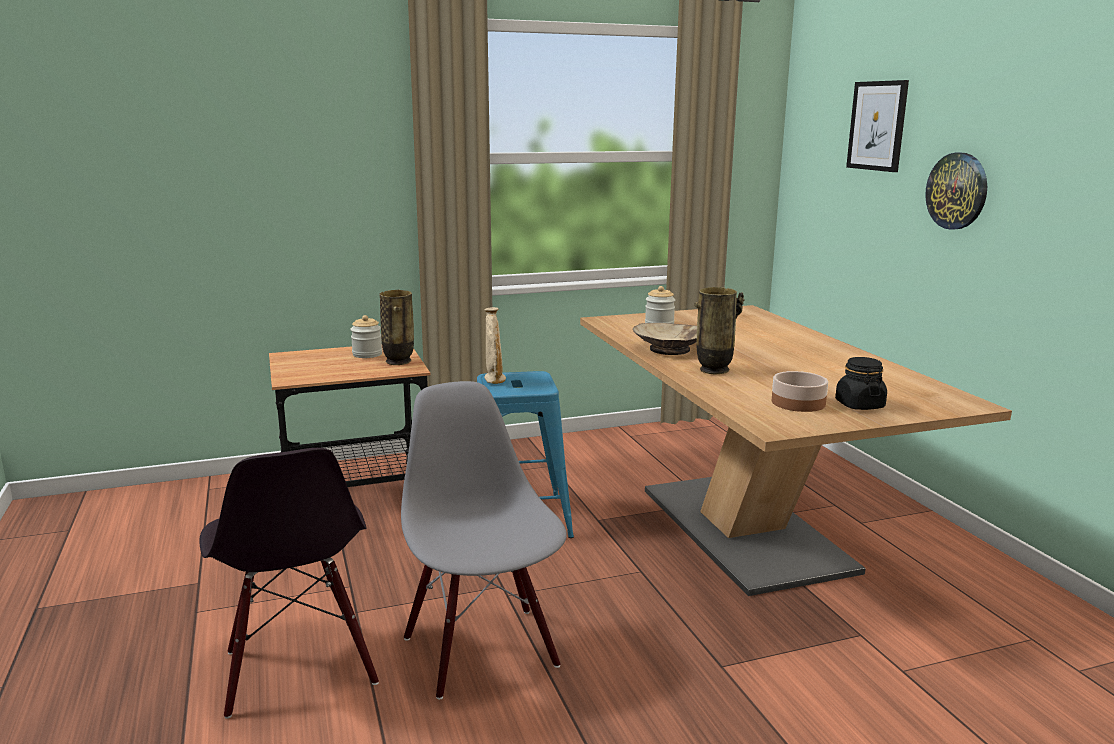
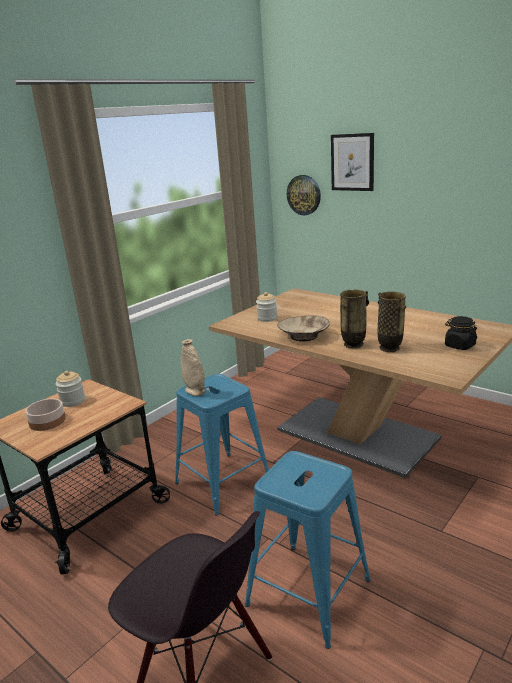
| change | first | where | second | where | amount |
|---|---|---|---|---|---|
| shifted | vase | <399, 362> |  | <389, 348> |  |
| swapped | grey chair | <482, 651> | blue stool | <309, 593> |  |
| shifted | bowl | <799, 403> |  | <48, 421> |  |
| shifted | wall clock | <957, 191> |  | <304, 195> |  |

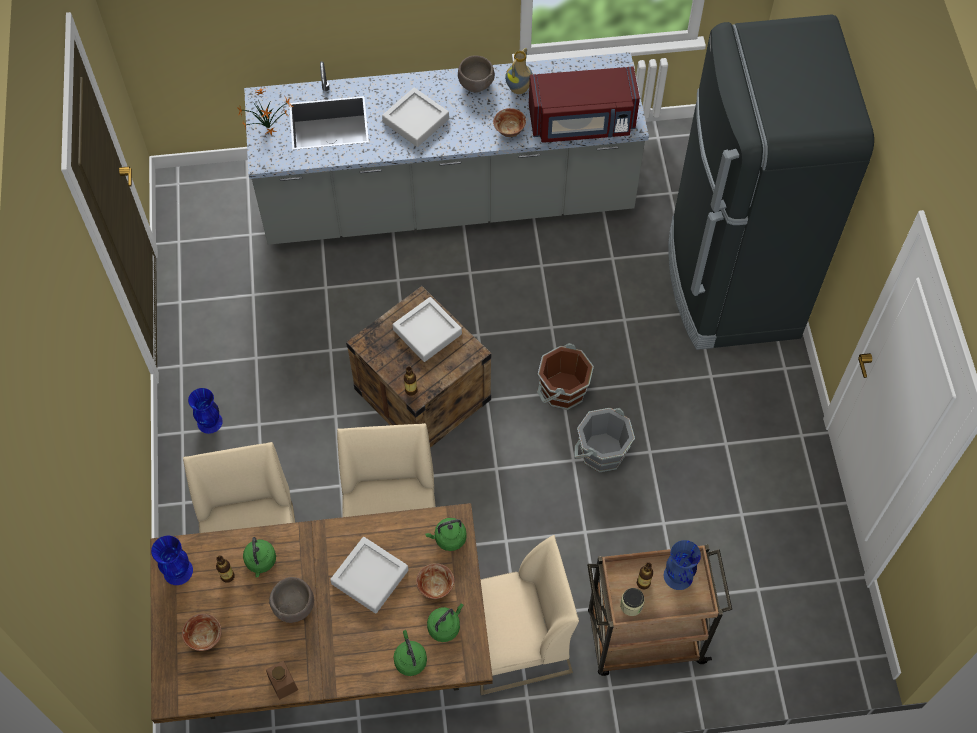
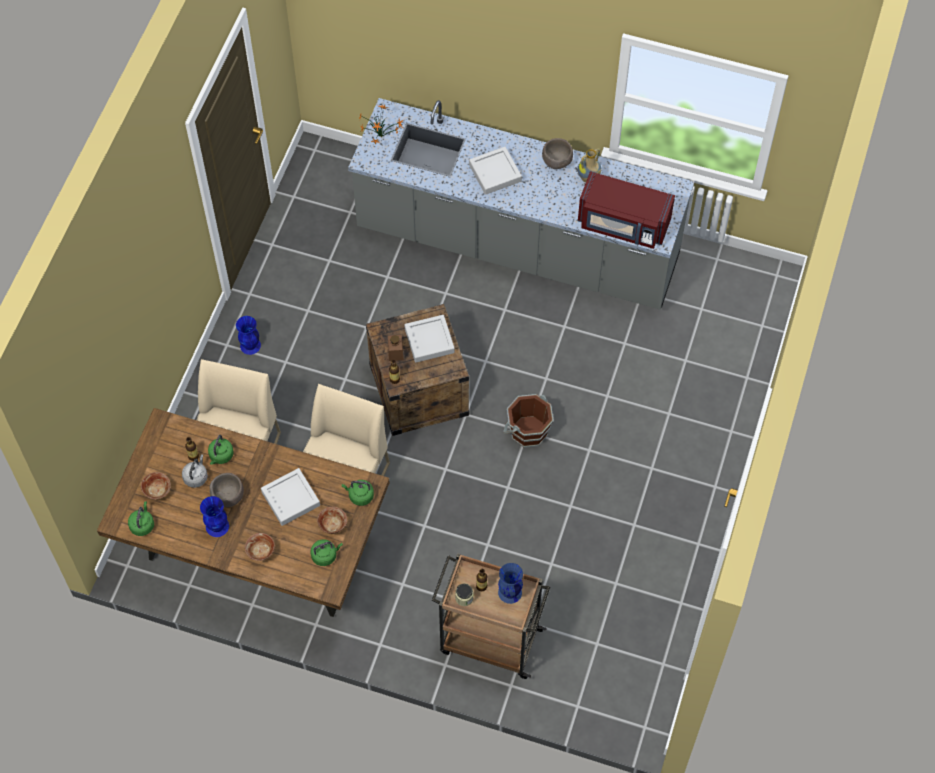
| change | first | where | second | where | amount |
|---|---|---|---|---|---|
| shifted | blue vase | <178, 571> |  | <217, 526> |  |
| shifted | brown jar | <283, 683> |  | <395, 352> |  |
| shifted | green kettle | <410, 659> |  | <142, 524> |  |
| gone | beige chair | <515, 643> |  |  |  |
| shifted | bowl | <509, 131> |  | <261, 552> |  |
| gone | grey bucket | <601, 451> |  |  |  |
| gone | black fridge | <731, 285> |  |  |  |
| new |  |  | grey kettle | <196, 477> |  |

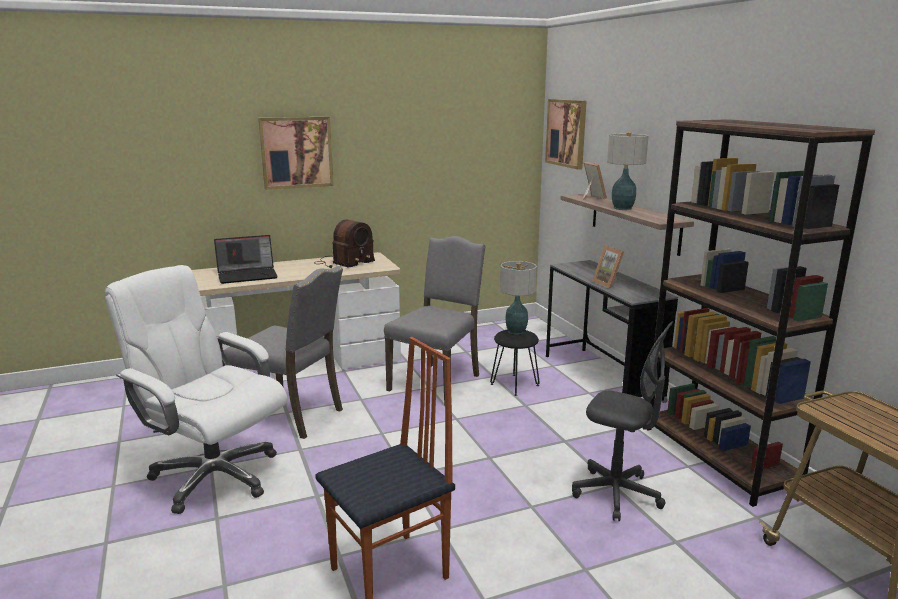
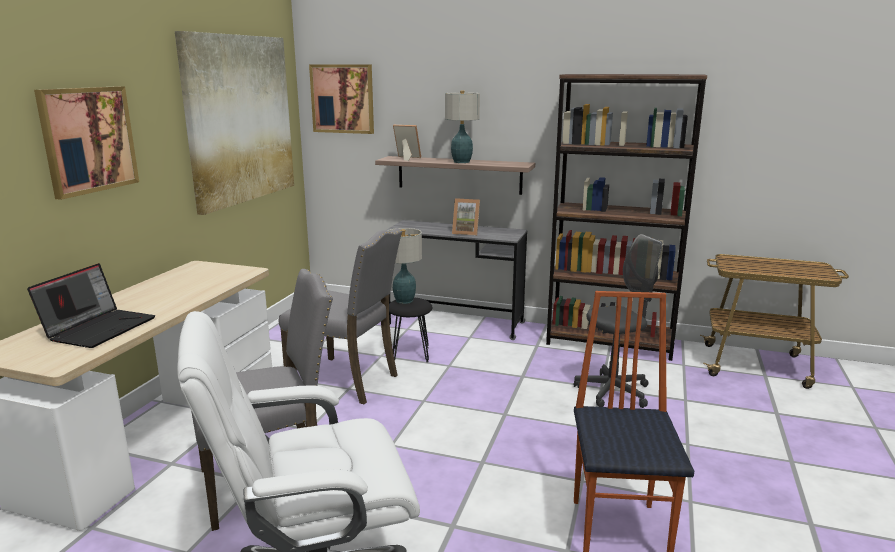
| change | first | where | second | where | amount |
|---|---|---|---|---|---|
| gone | radio | <343, 263> |  |  |  |
| rotated | grey chair | <437, 382> |  | <346, 381> | 135 degrees clockwise |
| new |  |  | picture | <240, 119> |  |

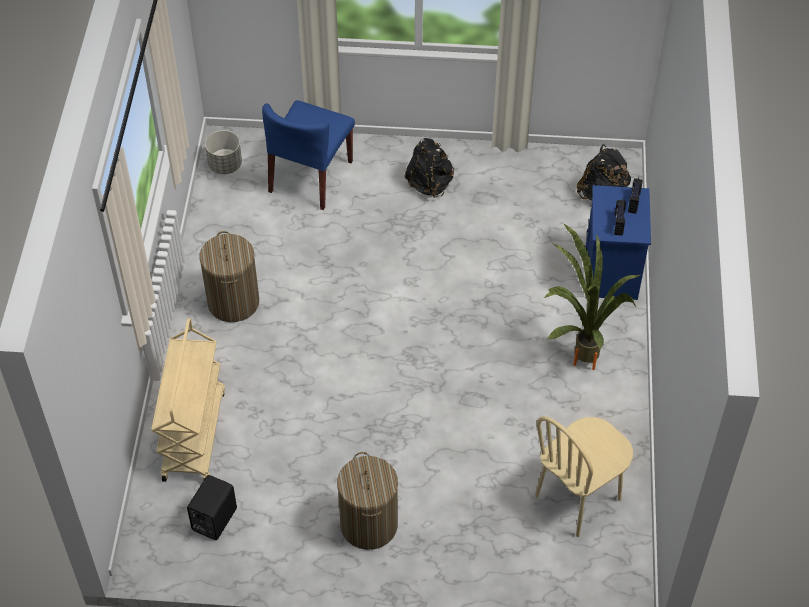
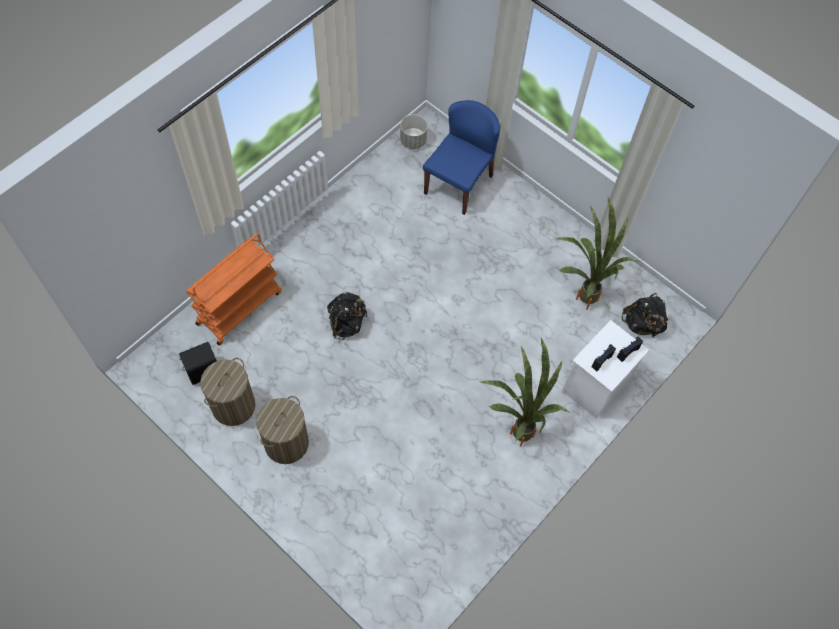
| change | first | where | second | where | amount |
|---|---|---|---|---|---|
| repainted | beige cart | <193, 434> | orange cart | <239, 307> |  |
| shifted | laundry basket | <233, 302> |  | <233, 405> |  |
| rotated | blue chair | <310, 177> |  | <458, 184> | 150 degrees clockwise |
| shifted | black backpack | <430, 183> |  | <347, 323> |  |
| gone | beige chair | <578, 498> |  |  |  |
| repainted | blue nightstand | <612, 274> | white nightstand | <595, 388> |  |
| new |  |  | potted plant | <583, 294> |  |

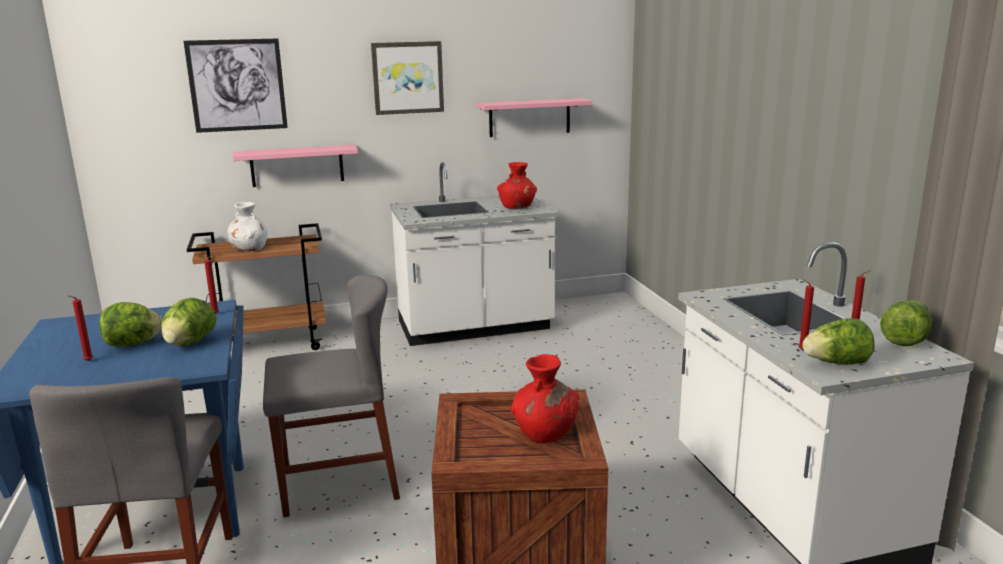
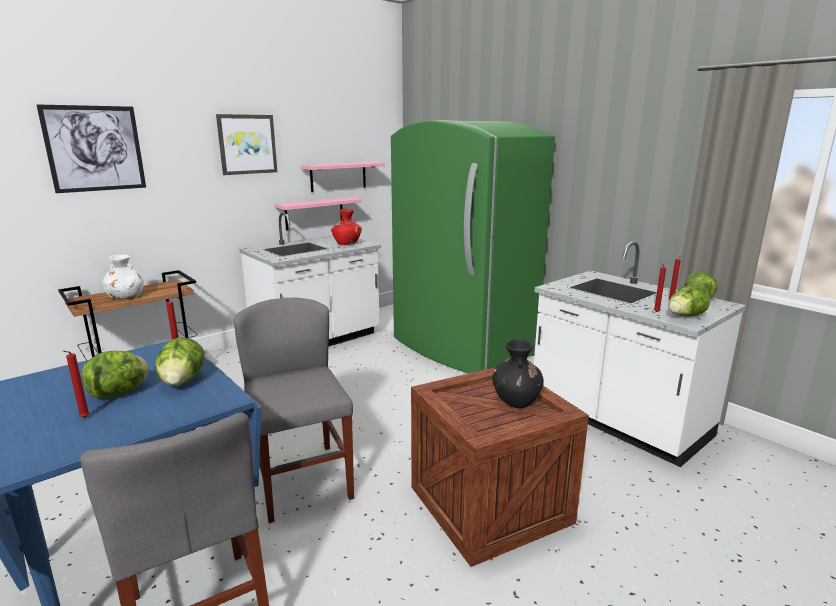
| change | first | where | second | where | amount |
|---|---|---|---|---|---|
| shifted | pink shelf | <297, 165> |  | <314, 213> |  |
| rotated | grey chair | <338, 482> |  | <301, 481> | 75 degrees counterclockwise |
| repainted | red vase | <545, 433> | black vase | <516, 400> |  |
| new |  |  | green fridge | <462, 348> |  |

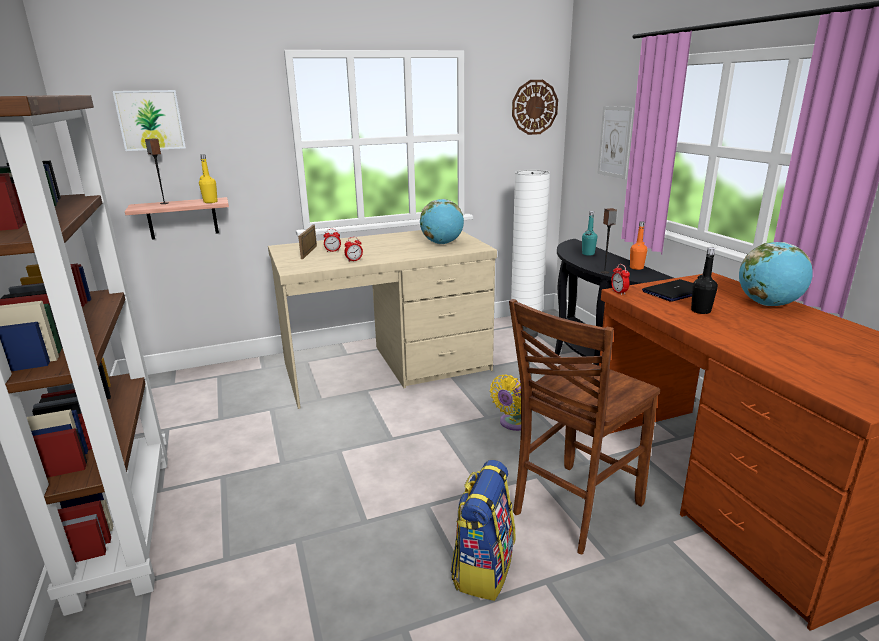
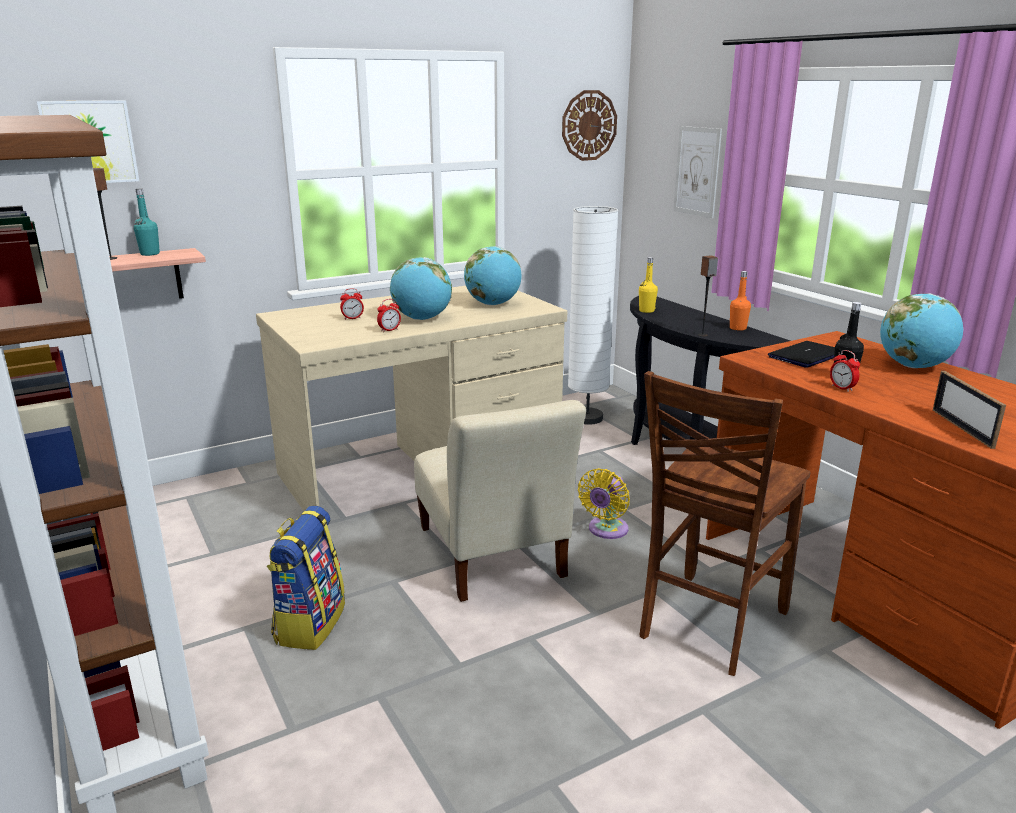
| change | first | where | second | where | amount |
|---|---|---|---|---|---|
| shifted | yellow bottle | <210, 202> |  | <646, 311> |  |
| shifted | picture frame | <309, 252> |  | <962, 428> |  |
| shifted | backpack | <483, 568> |  | <309, 623> |  |
| shifted | turquoise bottle | <588, 254> |  | <150, 254> |  |
| shifted | alarm clock | <619, 292> |  | <842, 388> |  |
| new |  |  | globe | <422, 319> |  |
| new |  |  | beige chair | <492, 556> |  |

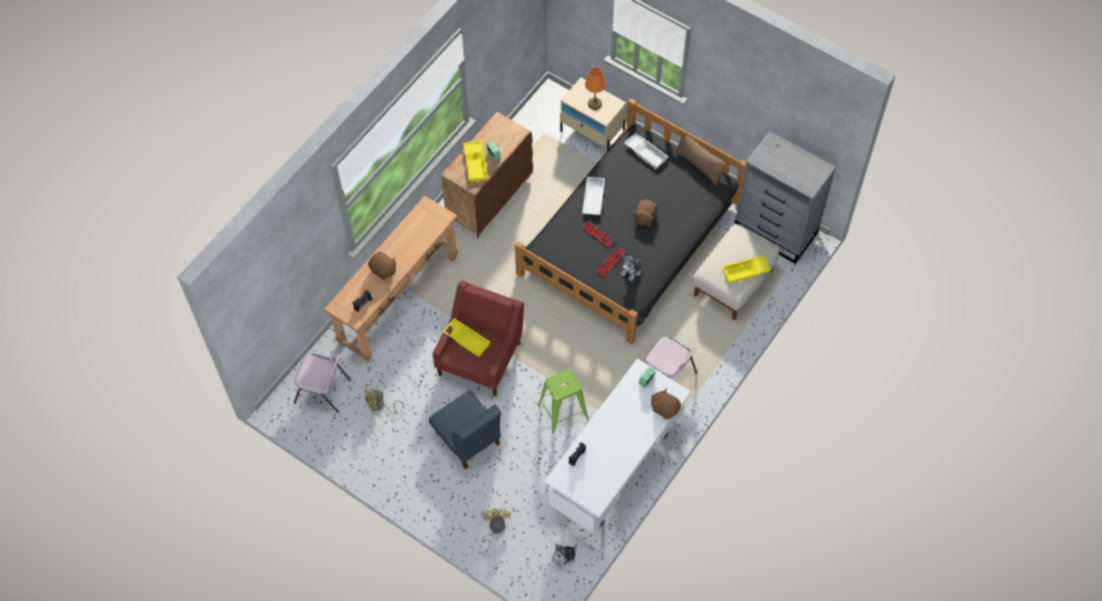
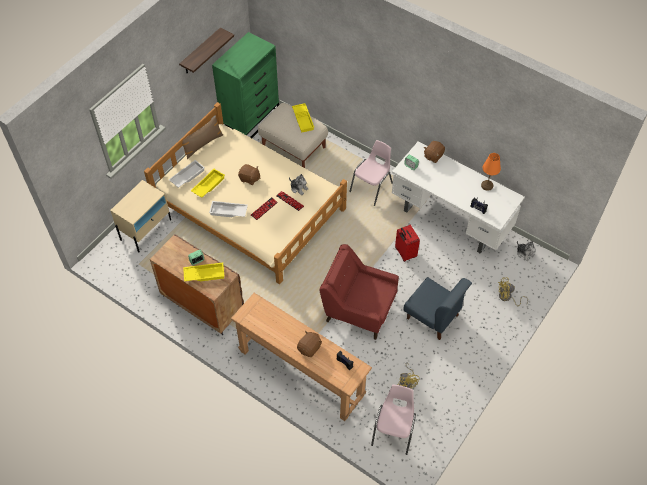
| change | first | where | second | where | amount |
|---|---|---|---|---|---|
| rotated | blue chair | <468, 439> |  | <432, 317> | 75 degrees clockwise |
| shifted | yellow tray | <467, 339> |  | <208, 185> |  |
| repainted | black bed | <630, 238> | beige bed | <250, 207> |  |
| swapped | green stool | <562, 411> | red suitcase | <405, 253> |  |
| shifted | orange table lamp | <595, 104> |  | <486, 185> |  |
| repainted | grey dresser | <775, 232> | green dresser | <251, 120> |  |
| new |  |  | shelf | <201, 52> |  |

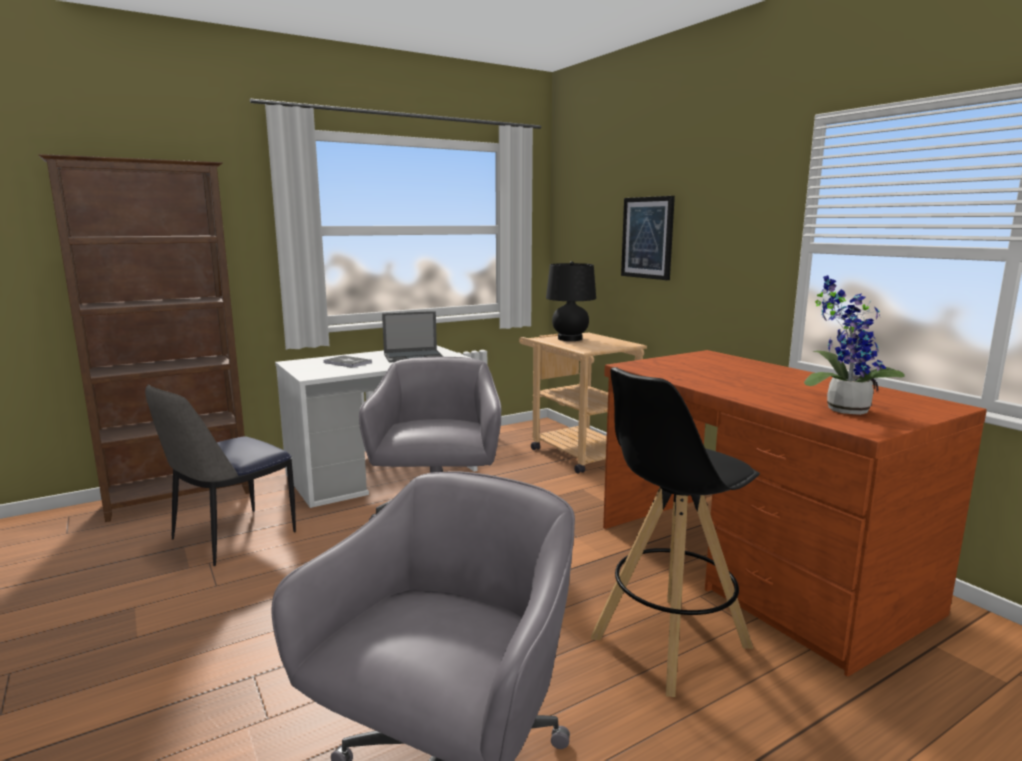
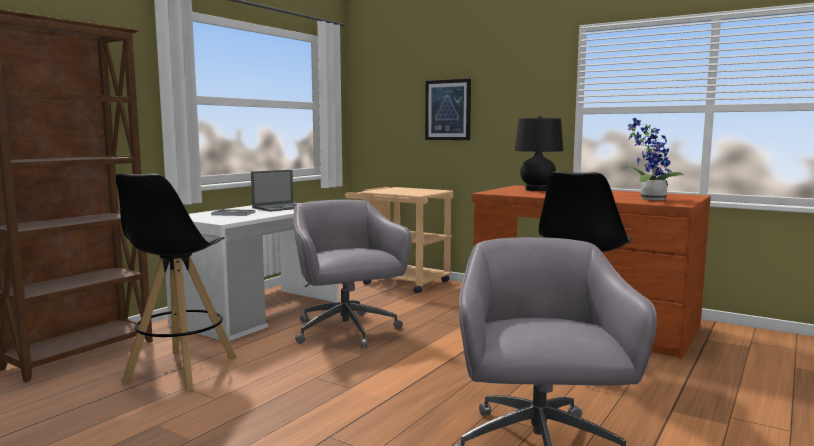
| change | first | where | second | where | amount |
|---|---|---|---|---|---|
| swapped | chair | <231, 537> | black stool | <180, 370> |  |
| shifted | black table lamp | <570, 339> |  | <537, 190> |  |

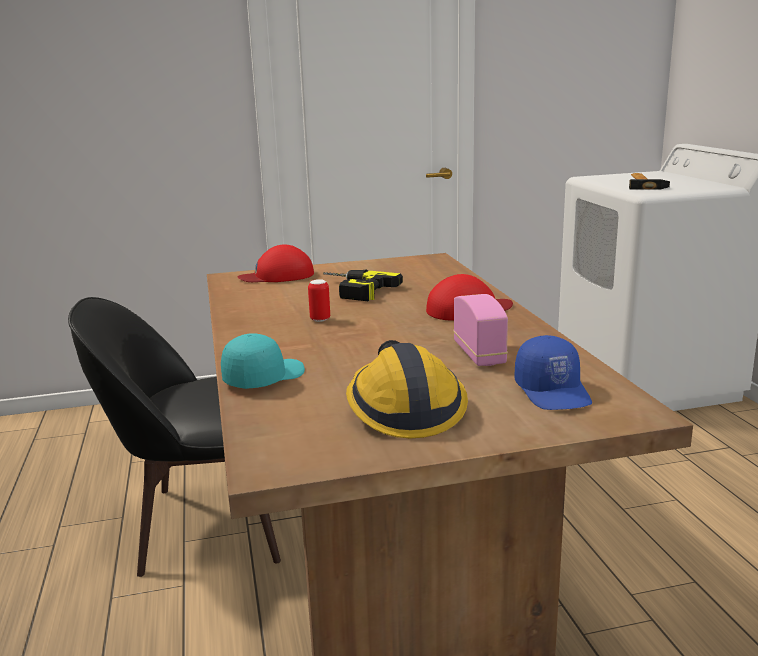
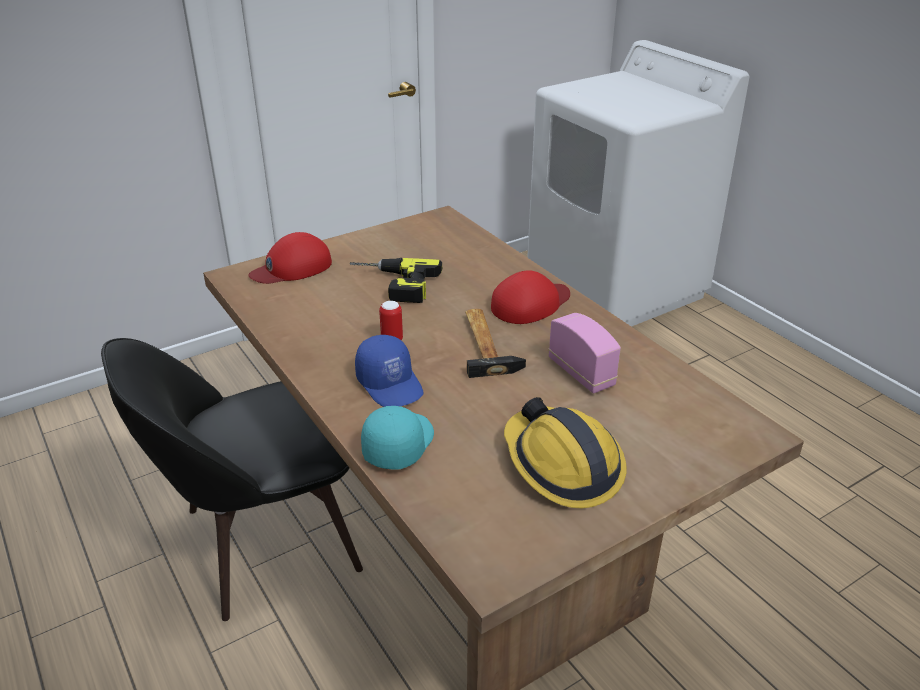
| change | first | where | second | where | amount |
|---|---|---|---|---|---|
| shifted | blue cap | <554, 392> |  | <391, 384> |  |
| shifted | hammer | <643, 184> |  | <486, 344> |  |

